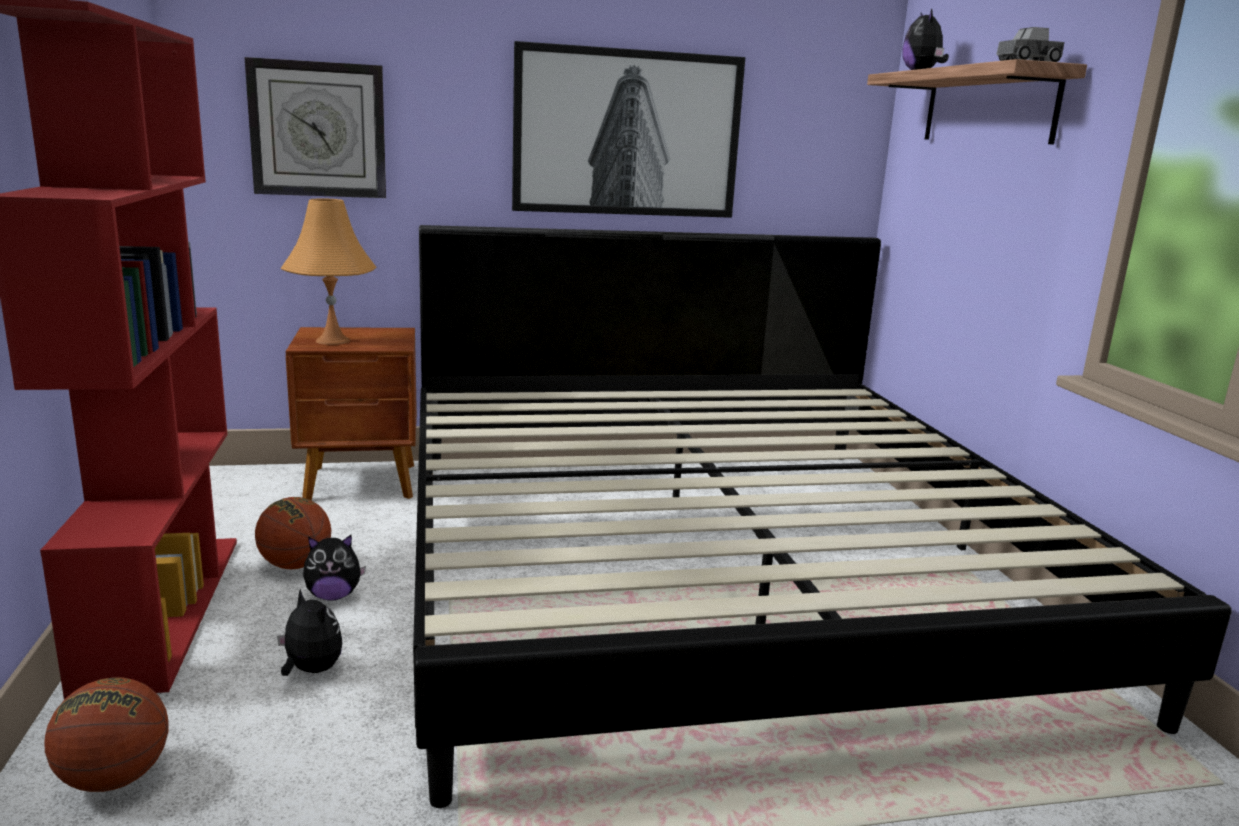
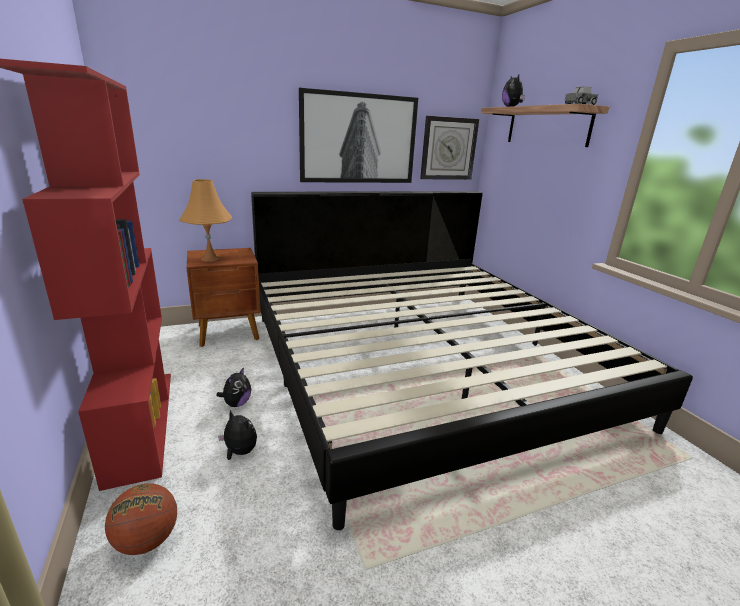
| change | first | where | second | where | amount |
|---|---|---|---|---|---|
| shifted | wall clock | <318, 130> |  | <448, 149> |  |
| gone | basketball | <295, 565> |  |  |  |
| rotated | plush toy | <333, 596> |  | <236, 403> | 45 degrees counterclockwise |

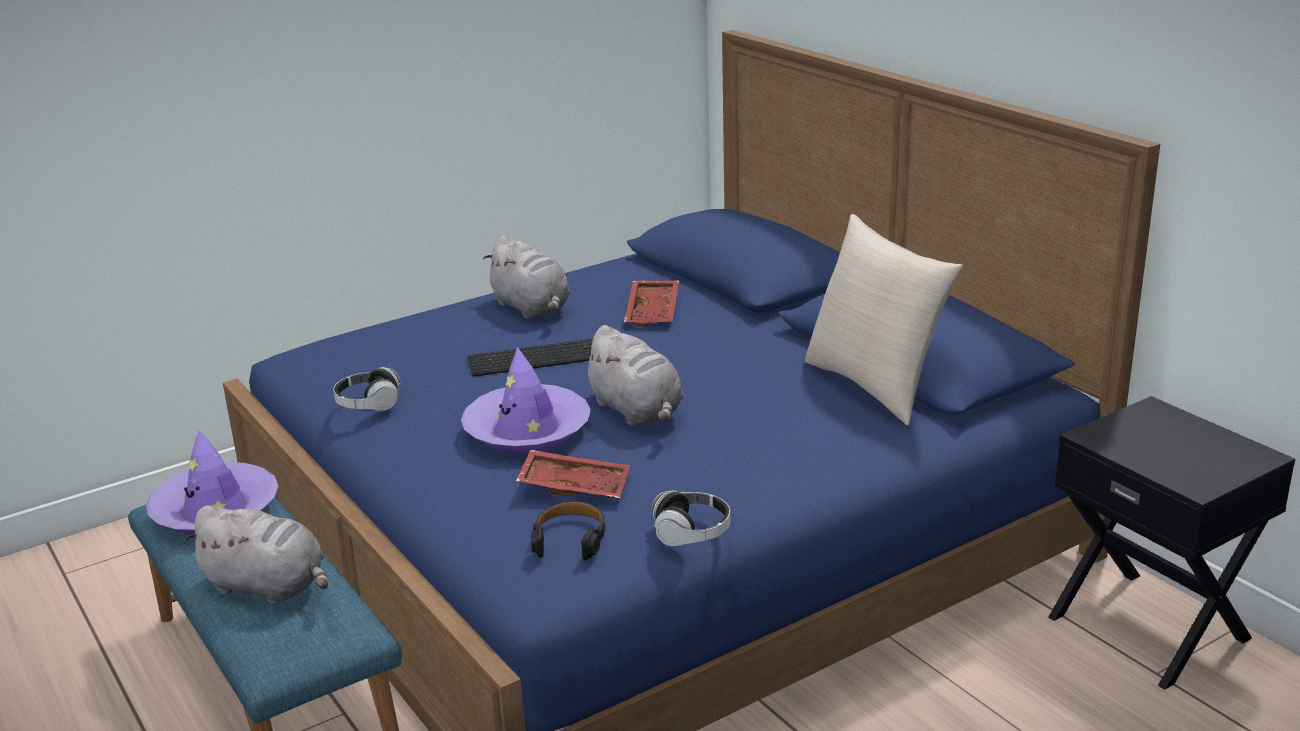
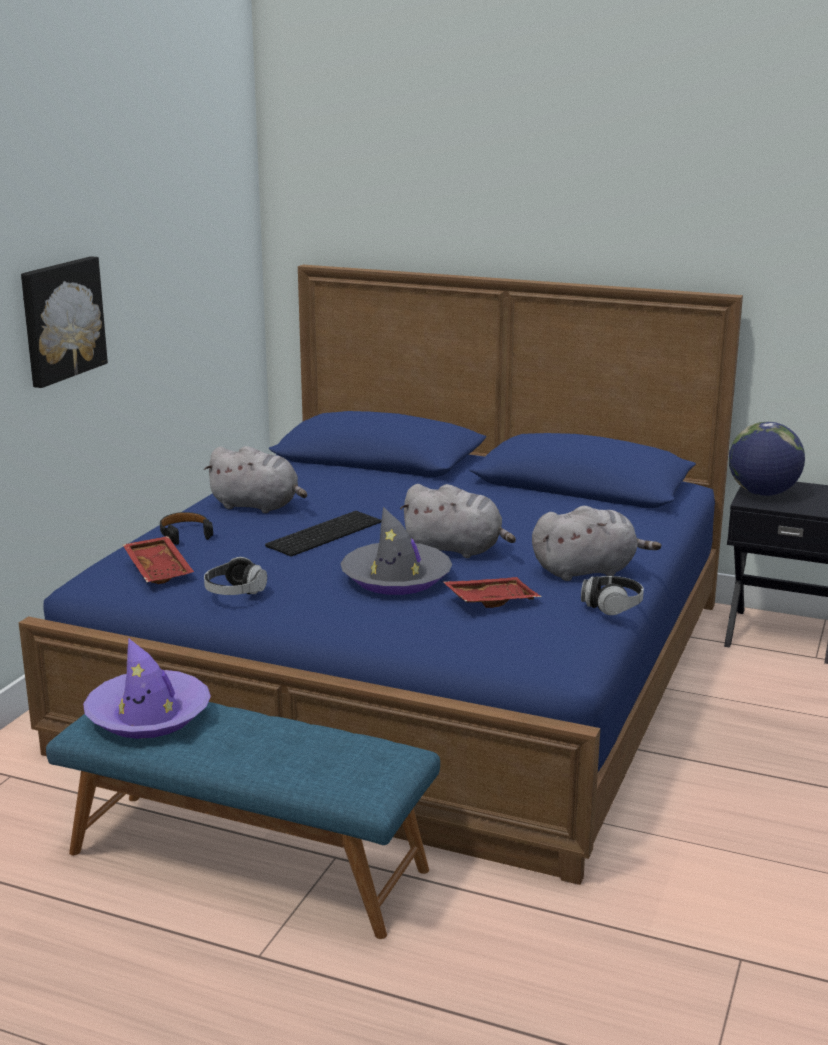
| change | first | where | second | where | amount |
|---|---|---|---|---|---|
| shifted | grey plush toy | <269, 587> |  | <587, 571> |  |
| repainted | purple hat | <527, 430> | grey hat | <396, 578> |  |
| shifted | black headphones | <570, 538> |  | <185, 534> |  |
| shifted | red tray | <654, 312> |  | <160, 569> |  |
| gone | beige pillow | <875, 386> |  |  |  |
| new |  |  | picture | <61, 320> |  |
| new |  |  | globe | <762, 493> |  |

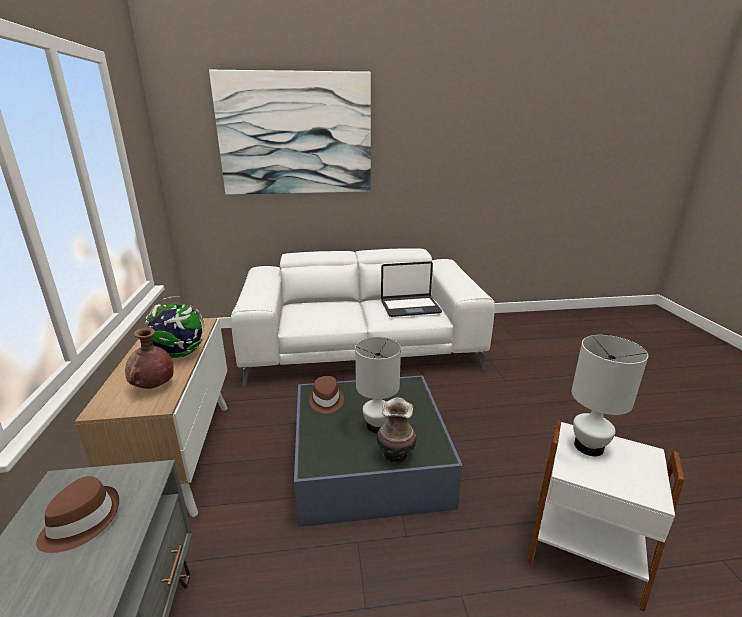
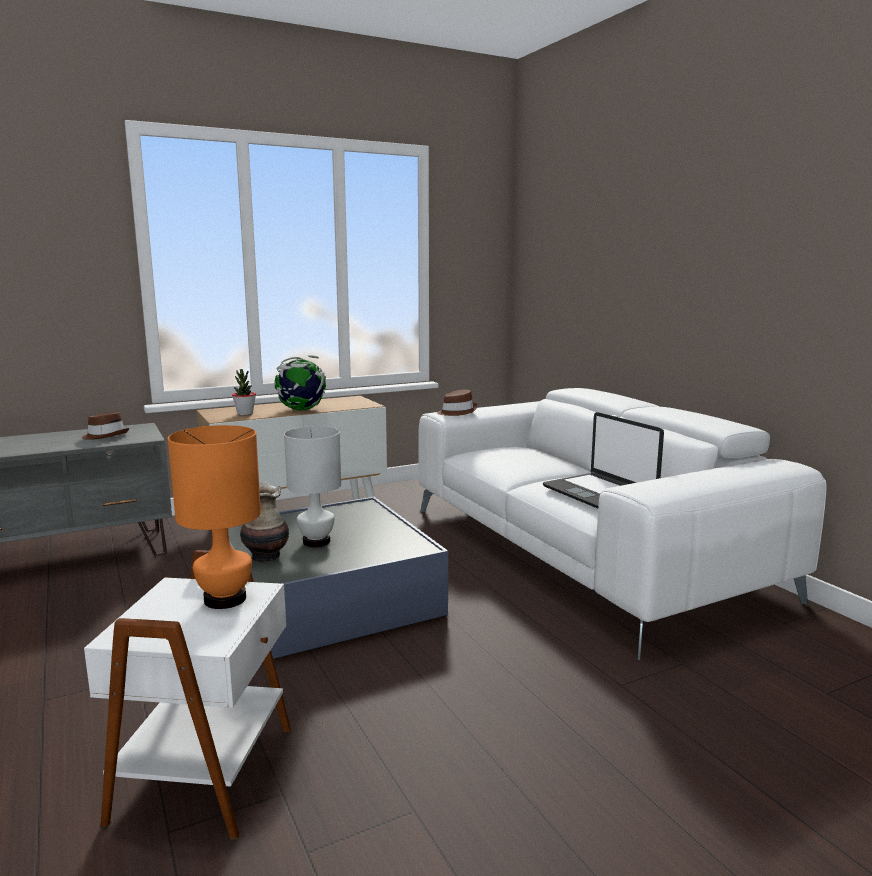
| change | first | where | second | where | amount |
|---|---|---|---|---|---|
| swapped | brown vase | <153, 387> | potted plant | <245, 413> |  |
| gone | picture | <295, 134> |  |  |  |
| shifted | brown hat | <326, 400> |  | <456, 412> |  |
| repainted | white table lamp | <589, 447> | orange table lamp | <224, 599> |  |

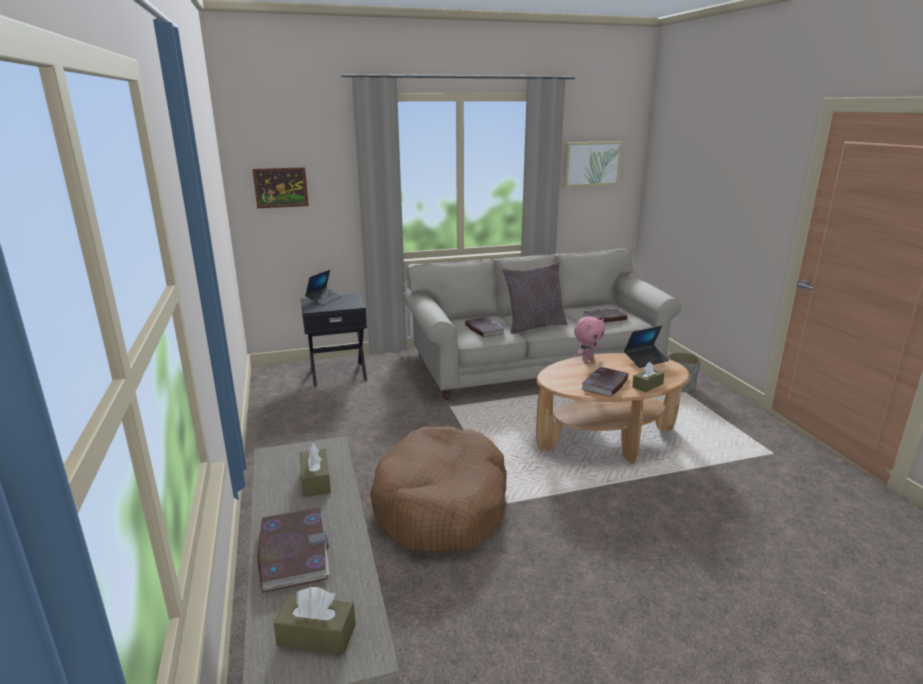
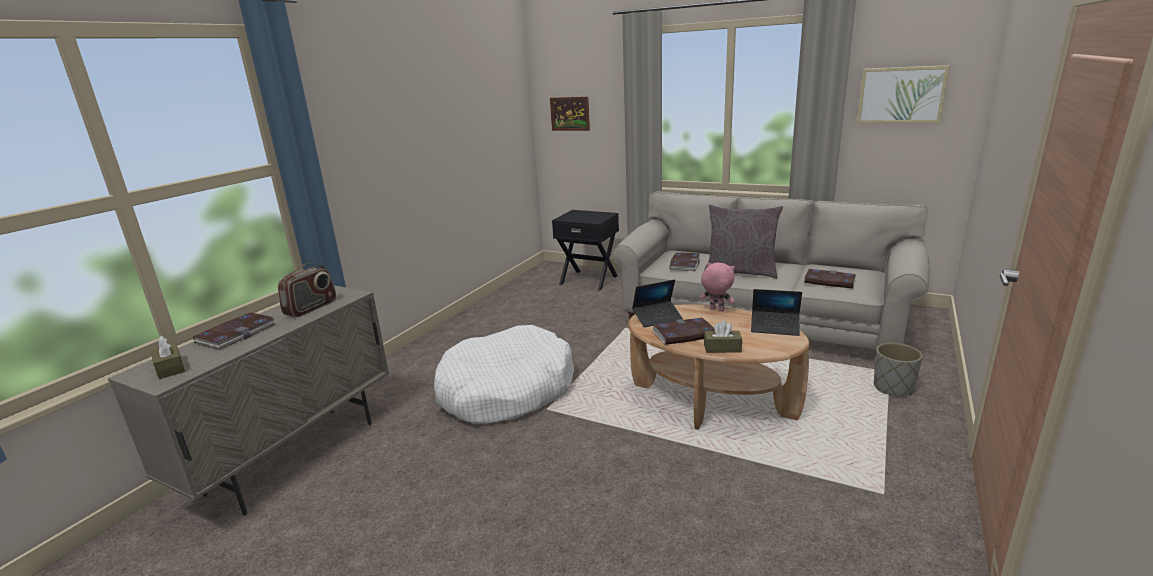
| change | first | where | second | where | amount |
|---|---|---|---|---|---|
| swapped | brown tissue box | <315, 481> | radio | <311, 308> |  |
| shifted | laptop | <324, 300> |  | <657, 318> |  |
| repainted | brown dog bed | <442, 505> | white dog bed | <506, 390> |  |
| rotated | pink plush toy | <587, 359> |  | <716, 310> | 150 degrees counterclockwise |

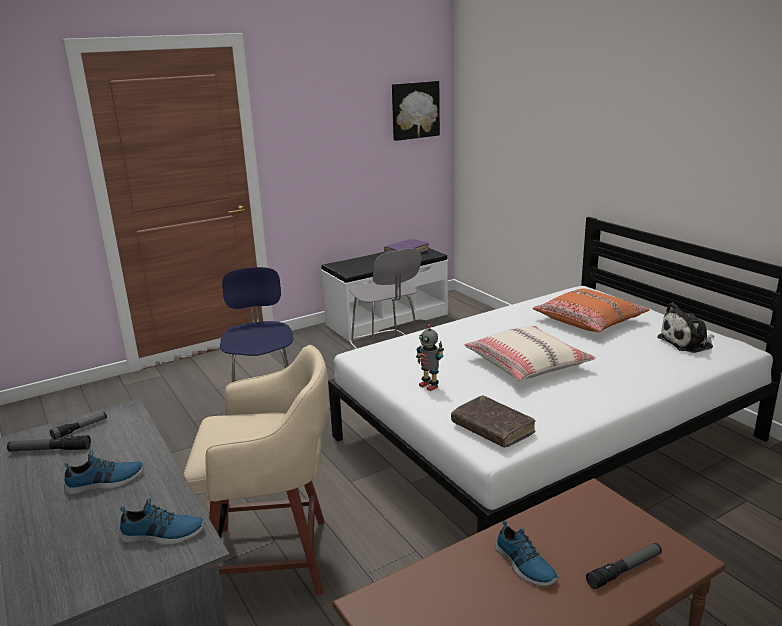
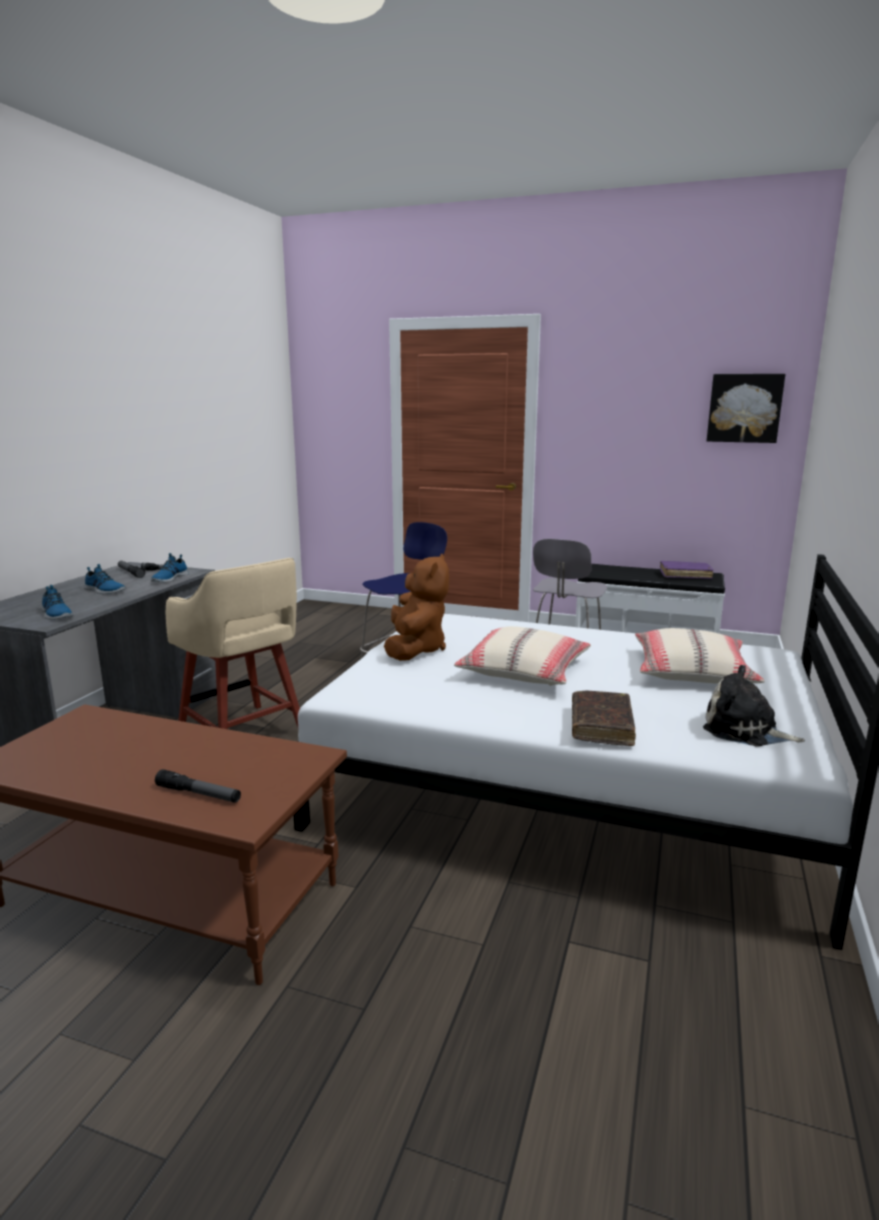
| change | first | where | second | where | amount |
|---|---|---|---|---|---|
| swapped | toy robot | <429, 386> | brown plush toy | <415, 649> |  |
| shifted | brown book | <492, 429> |  | <601, 726> |  |
| shifted | shoe | <524, 565> |  | <169, 578> |  |
| repainted | orange pillow | <589, 321> | beige pillow | <692, 672> |  |

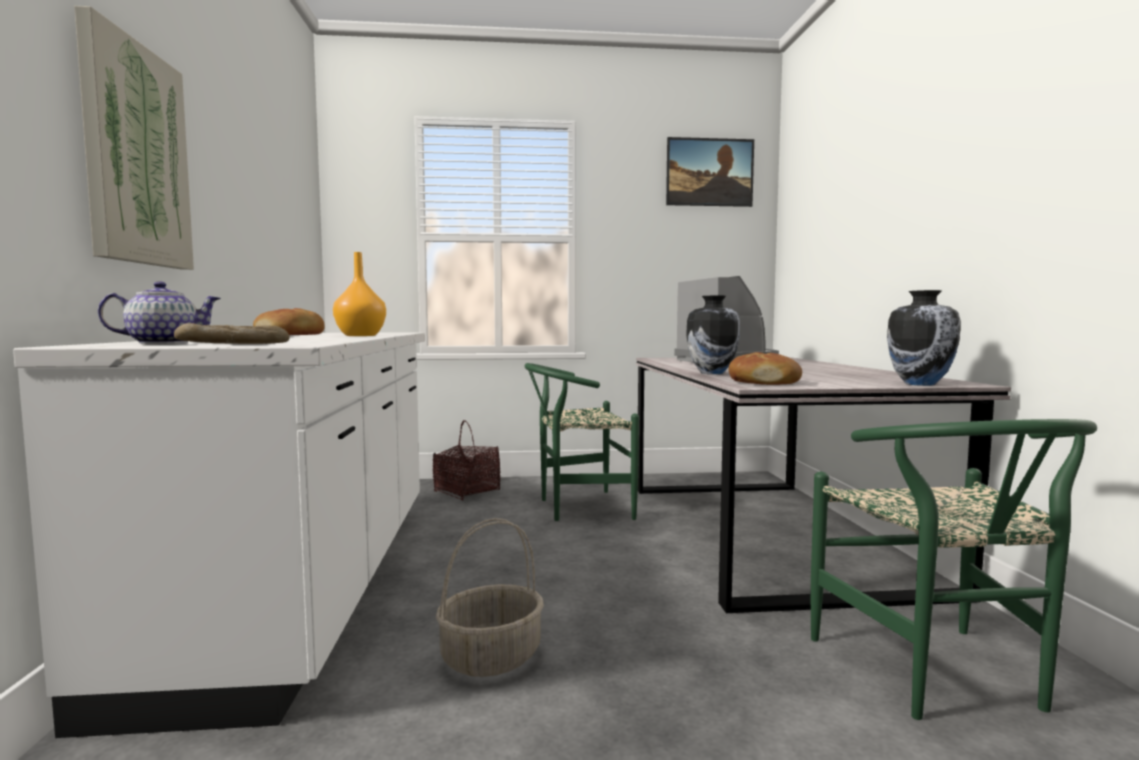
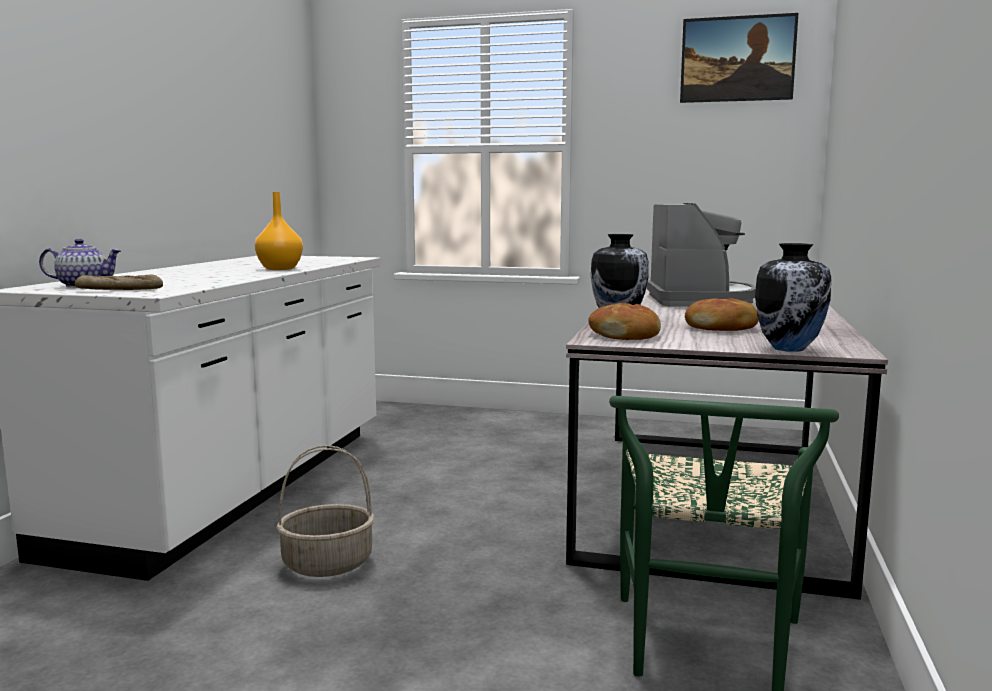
| change | first | where | second | where | amount |
|---|---|---|---|---|---|
| gone | picture | <135, 155> |  |  |  |
| shifted | bread | <291, 335> |  | <722, 328> |  |
| gone | basket | <467, 491> |  |  |  |
| gone | green chair | <577, 507> |  |  |  |

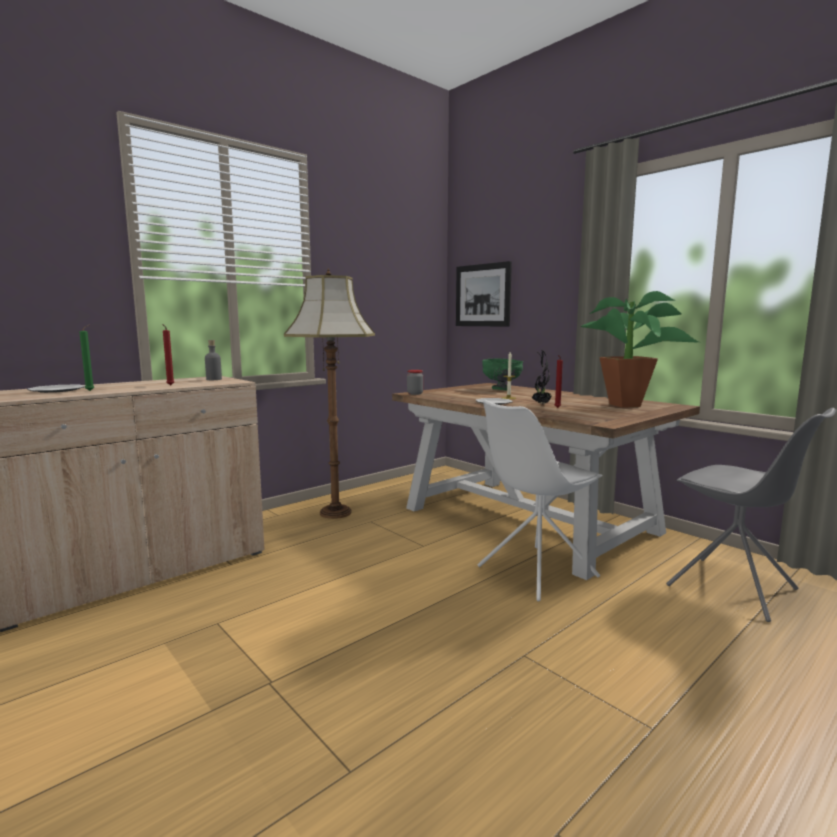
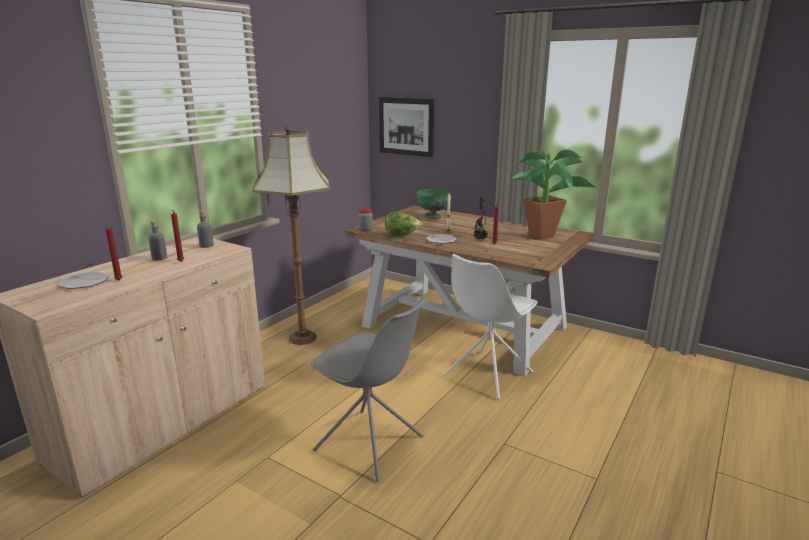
| change | first | where | second | where | amount |
|---|---|---|---|---|---|
| repainted | green candle | <91, 391> | red candle | <120, 280> |  |
| shifted | grey chair | <734, 588> |  | <370, 445> |  |
| new |  |  | grey bottle | <159, 258> |  |
| new |  |  | lettuce | <401, 236> |  |

